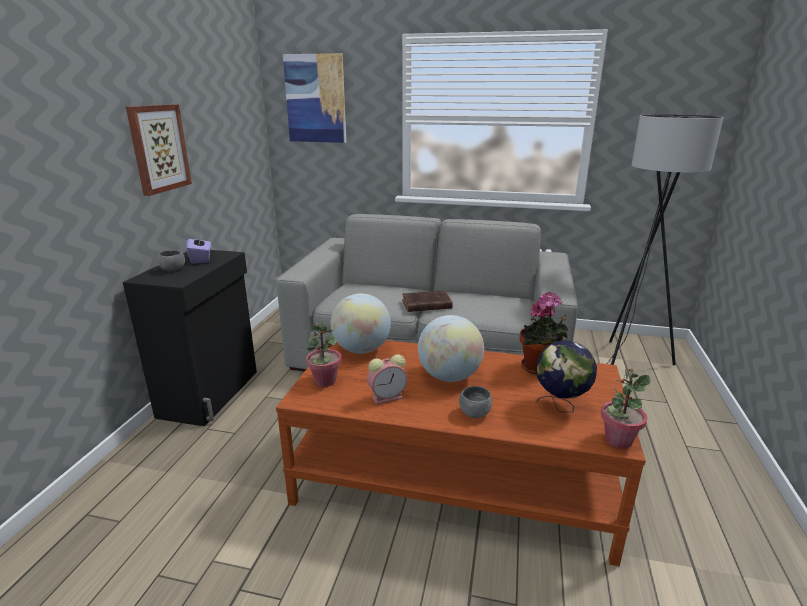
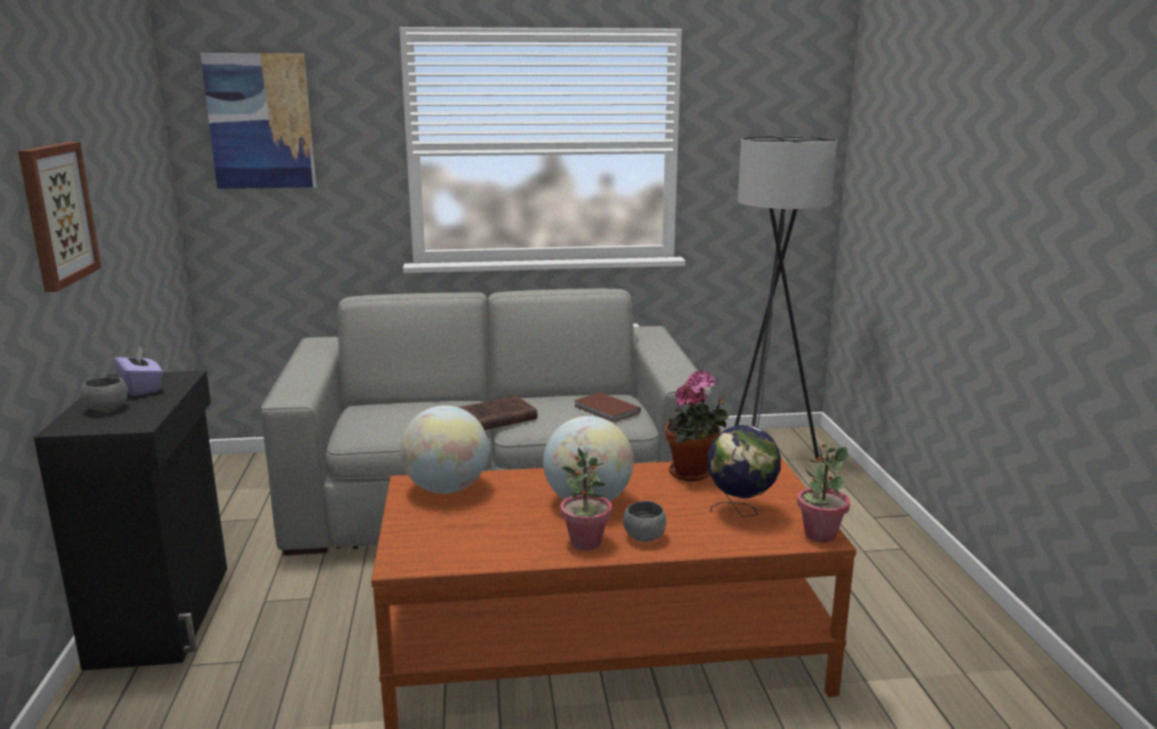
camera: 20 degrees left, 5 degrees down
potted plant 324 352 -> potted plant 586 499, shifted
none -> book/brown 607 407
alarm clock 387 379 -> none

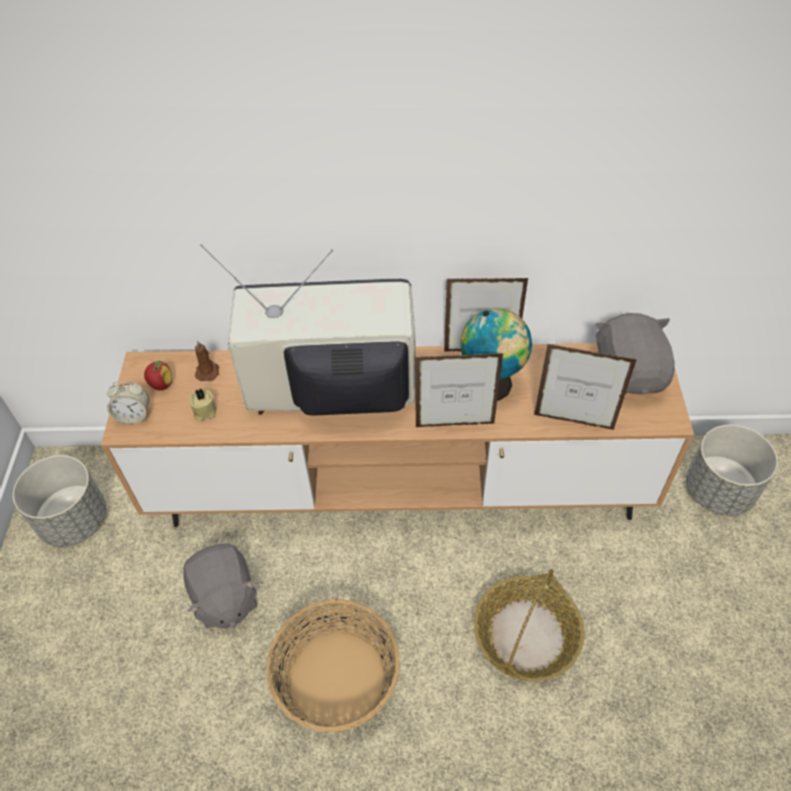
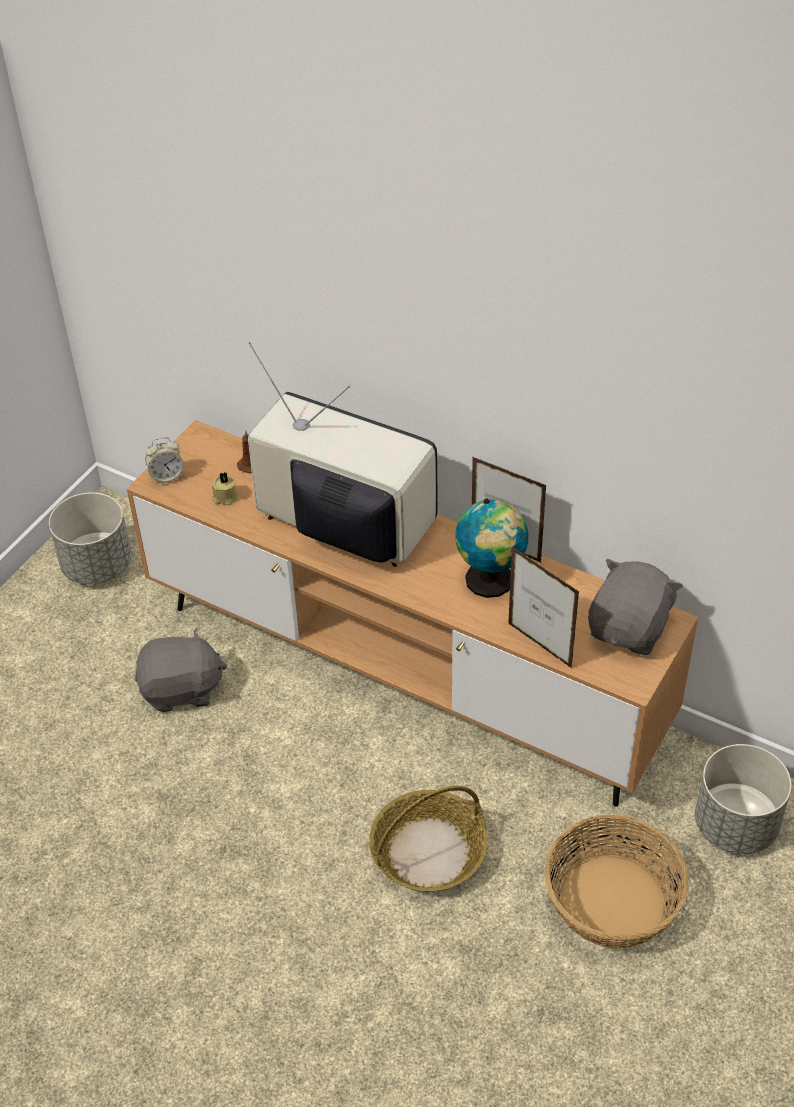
camera: 30 degrees right, 5 degrees down
plush toy/grey 220 586 -> plush toy/grey 181 670, 105 degrees counterclockwise
alarm clock 128 402 -> alarm clock 164 460, 45 degrees counterclockwise
basket 333 666 -> basket 616 881, shifted
apple 158 376 -> none
picture frame 459 390 -> none

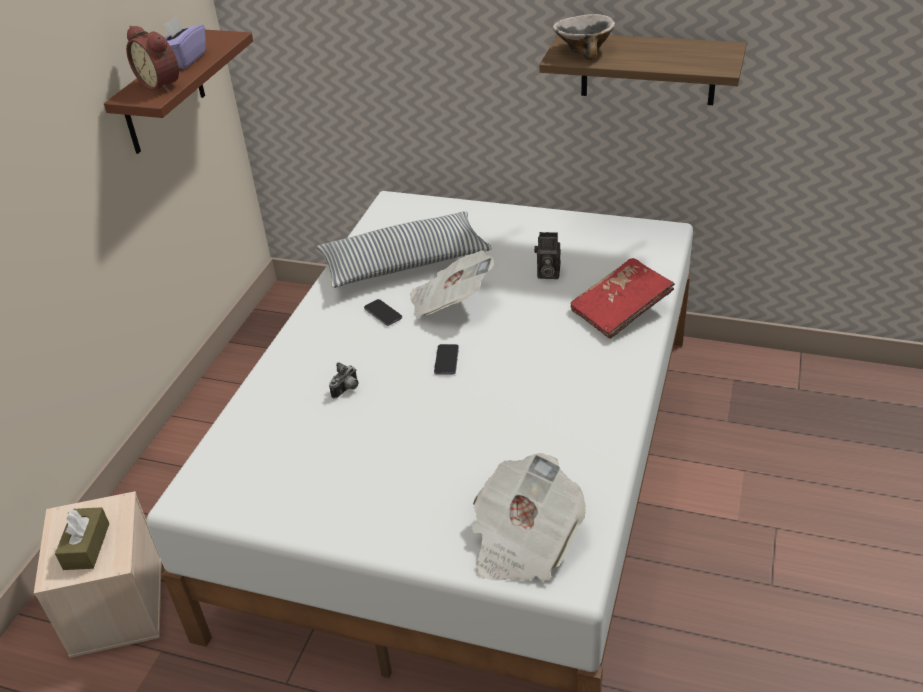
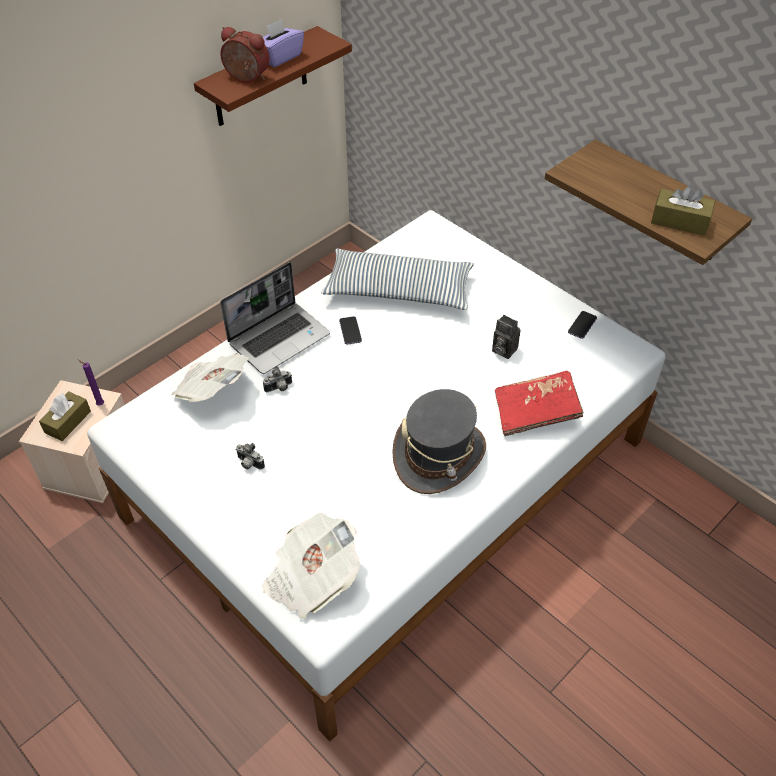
camera: 25 degrees right, 10 degrees up
none -> candle/purple 90 382
newspaper 452 284 -> newspaper 210 377, shifted
alarm clock 152 58 -> alarm clock 245 55, 135 degrees clockwise
none -> laptop 275 318
none -> photo camera 250 456
none -> hat/grey 439 441
phone 446 359 -> phone 582 325, shifted
none -> tissue box/brown 683 210
bowl 584 37 -> none

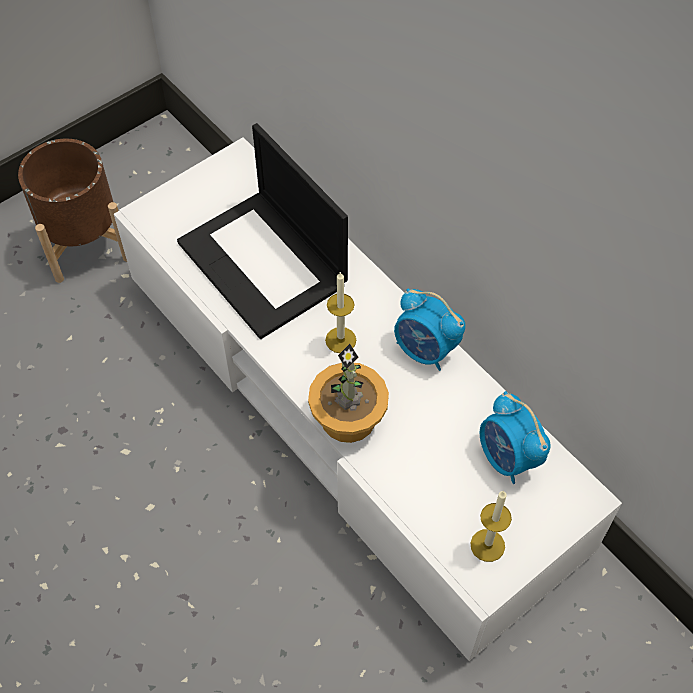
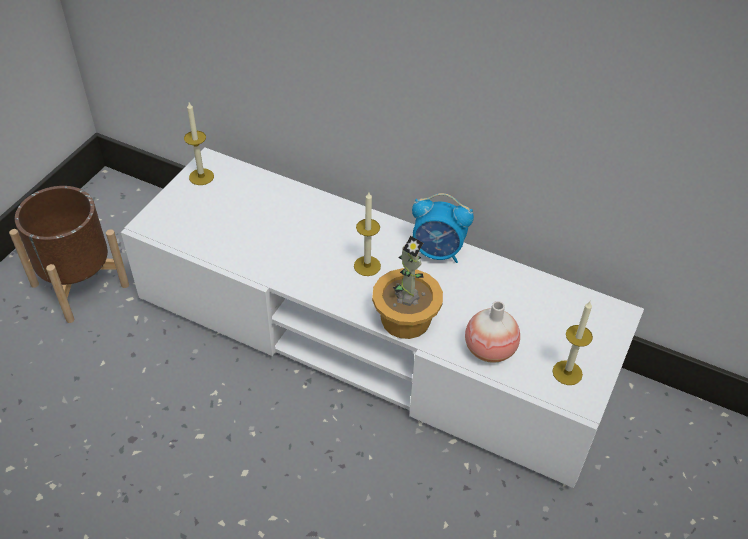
camera: 25 degrees left, 10 degrees down
none -> candle 199 144
none -> vase 492 332
laptop 262 231 -> none
alarm clock 515 437 -> none

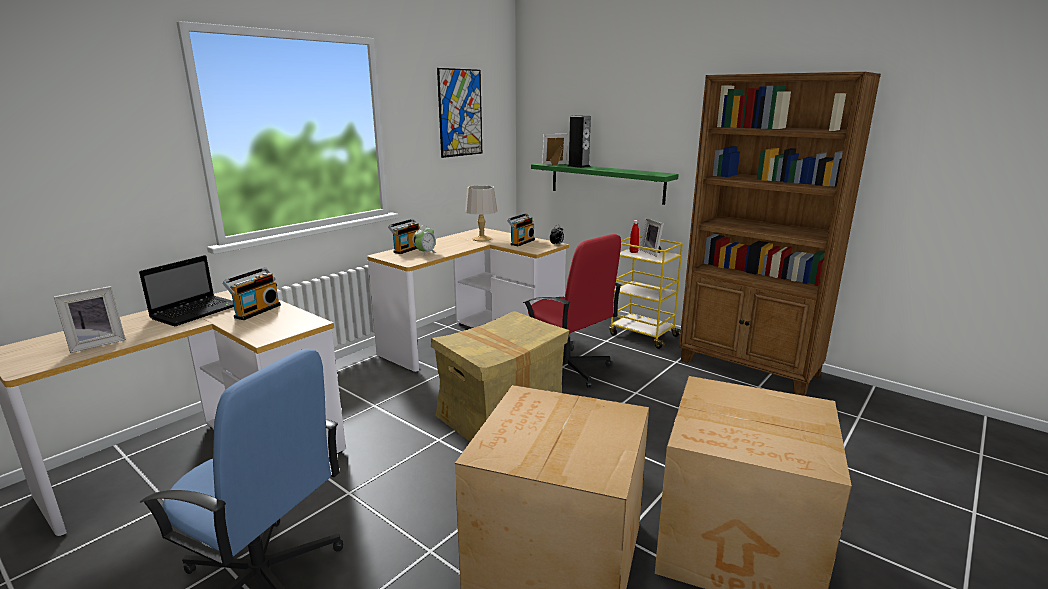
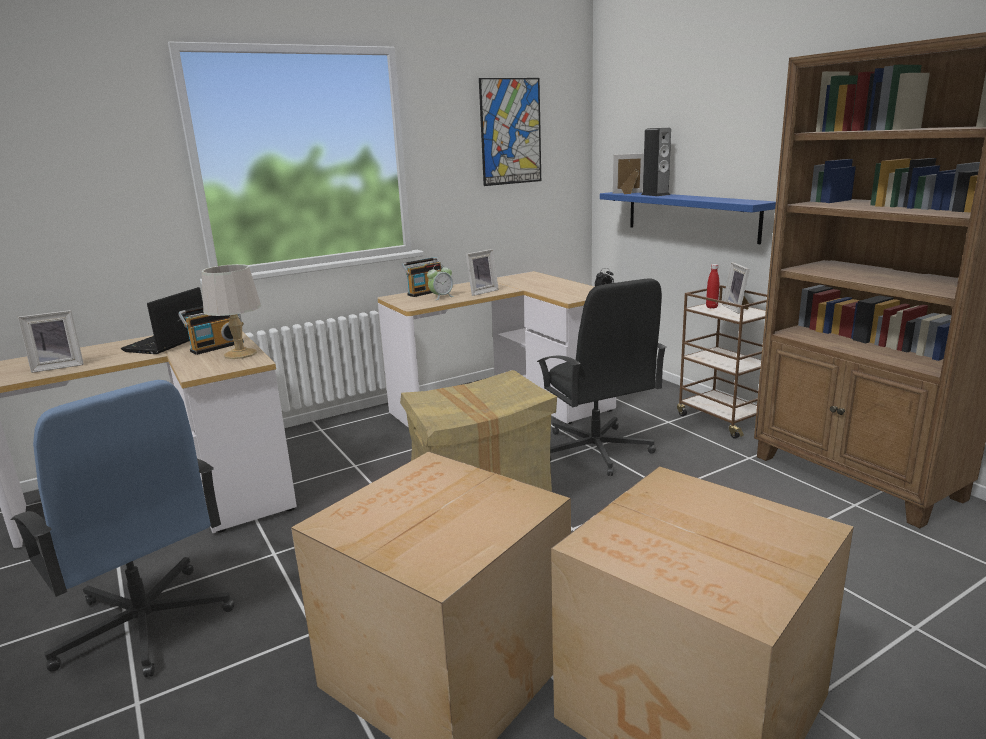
camera: 20 degrees right, 0 degrees up
laptop 186 290 -> laptop 162 320, 150 degrees clockwise
table lamp/grey 481 213 -> table lamp/grey 231 311, shifted
none -> picture frame 482 272
office chair/red 572 311 -> office chair/black 602 377
shelf/green 605 184 -> shelf/blue 688 218
cart/yellow 646 292 -> cart/brown 722 362
radio 521 229 -> none

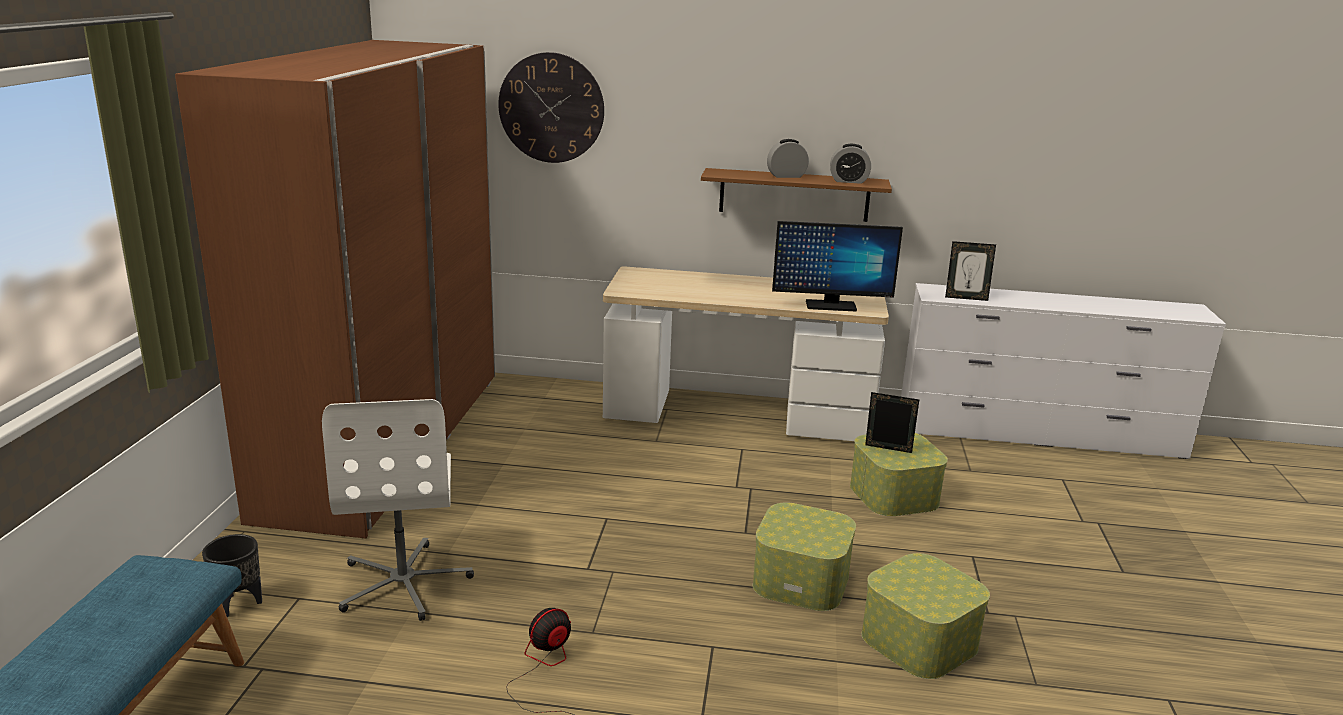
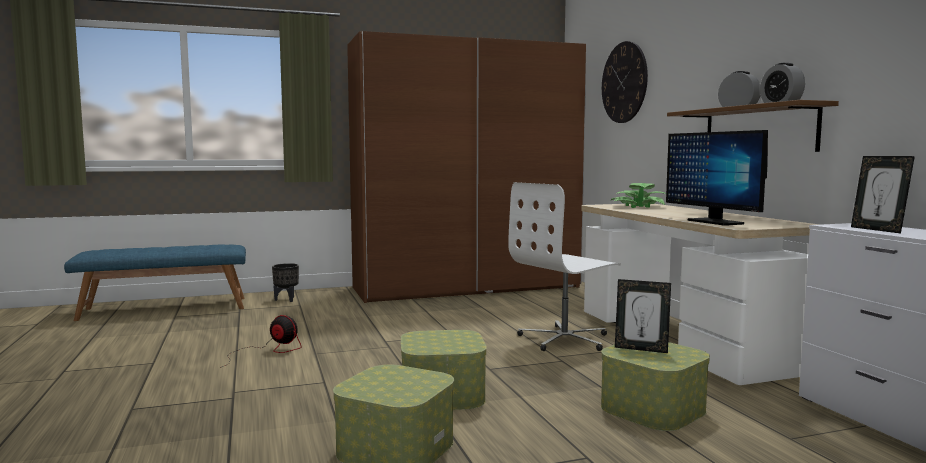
camera: 65 degrees right, 15 degrees down
office chair/white 398 510 -> office chair/white 564 266, shifted
none -> potted plant 638 195
picture frame 892 422 -> picture frame 643 316, 120 degrees clockwise

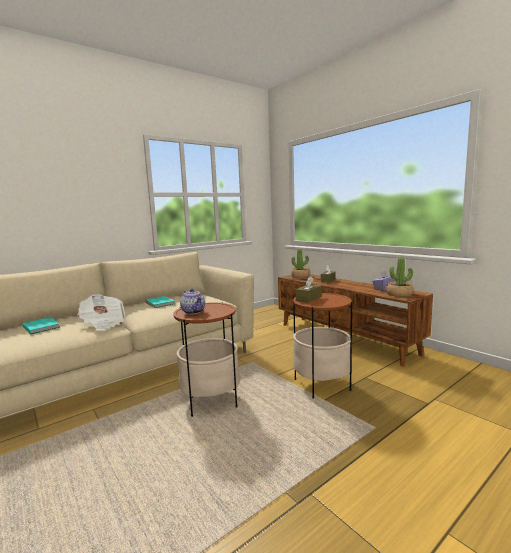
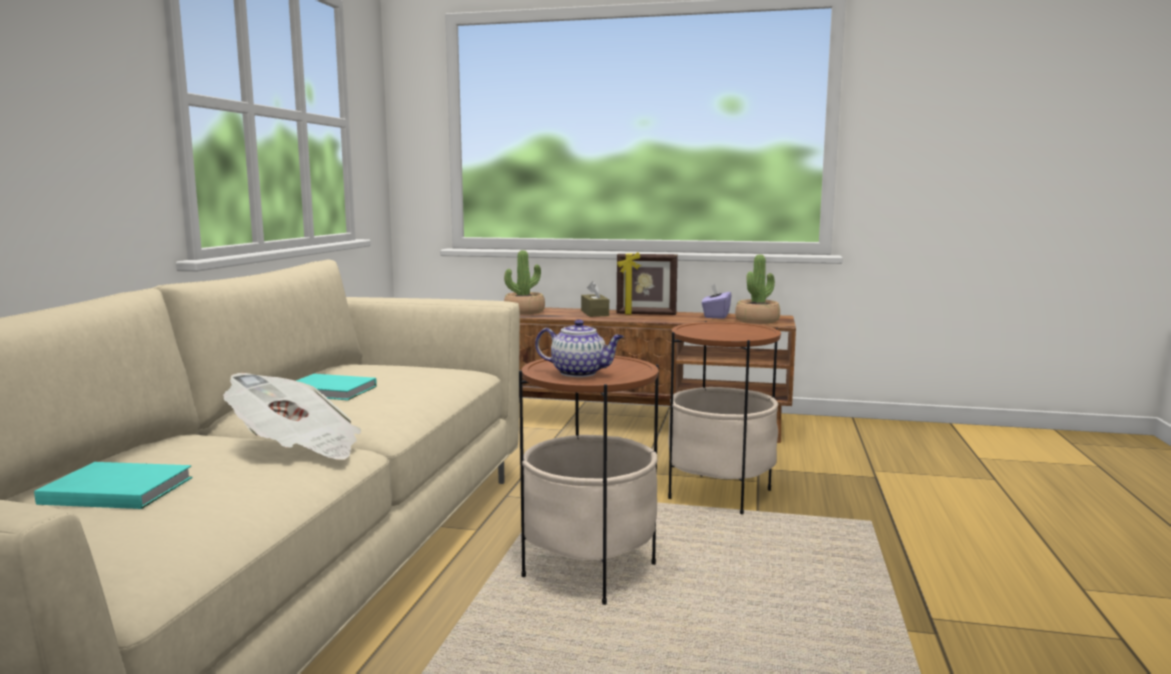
camera: 40 degrees left, 0 degrees up
none -> picture frame 647 283
tissue box/brown 309 289 -> none

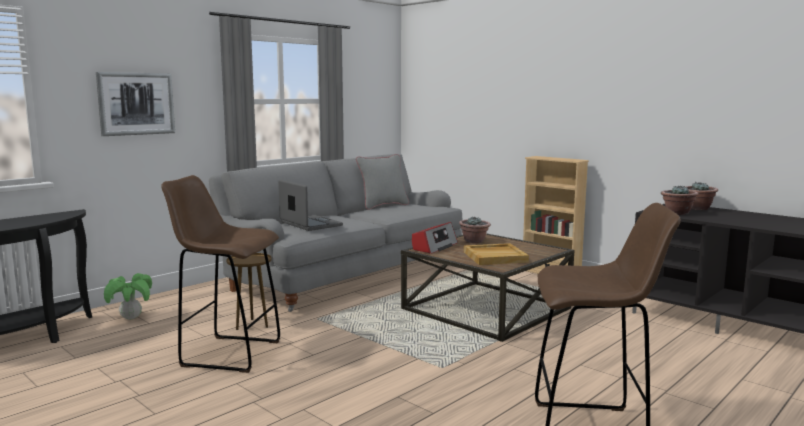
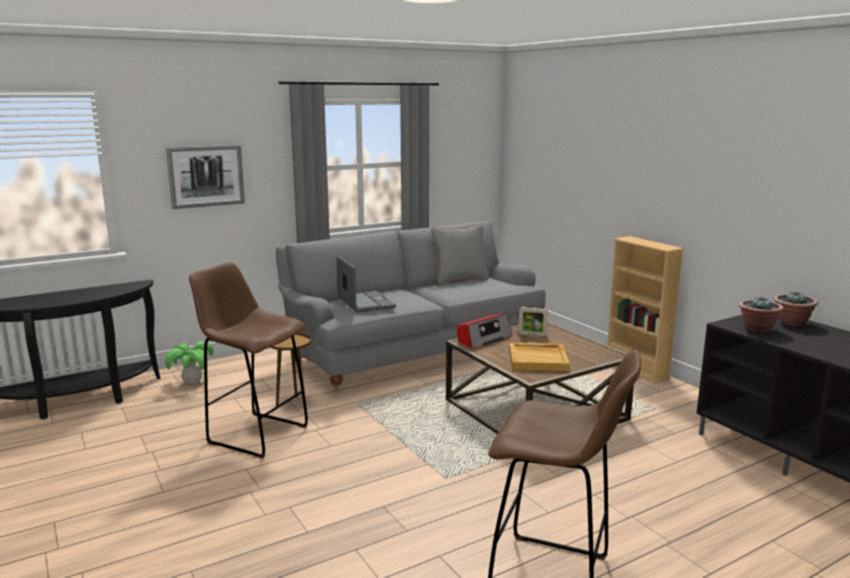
camera: 15 degrees right, 5 degrees up
potted plant 475 230 -> picture frame 533 321

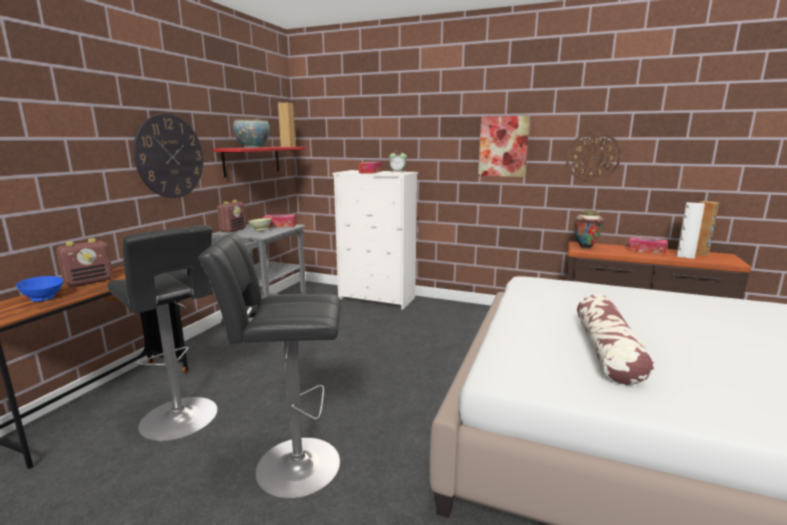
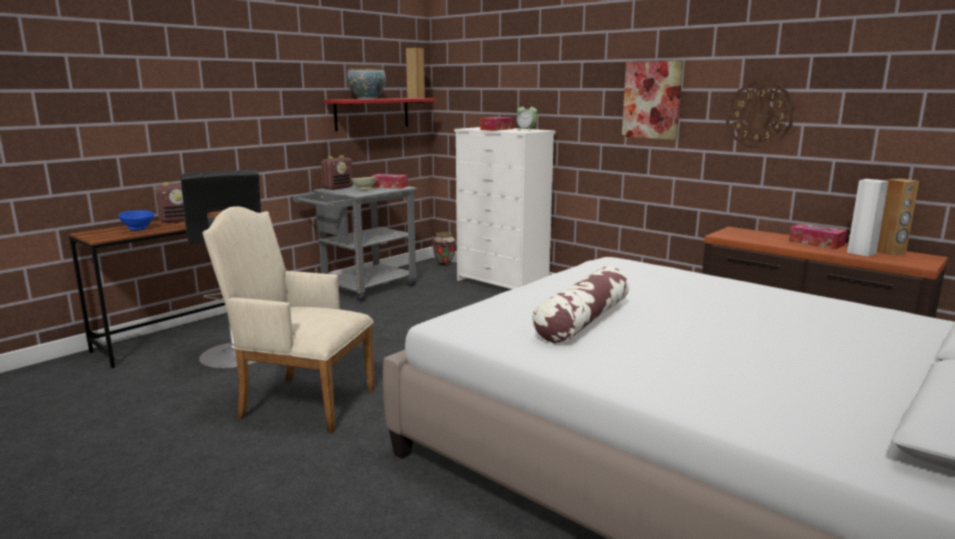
camera: 20 degrees right, 0 degrees up
stool/black 269 366 -> armchair/beige 289 319
vase 589 229 -> vase 444 249, shifted
wall clock 168 156 -> none

